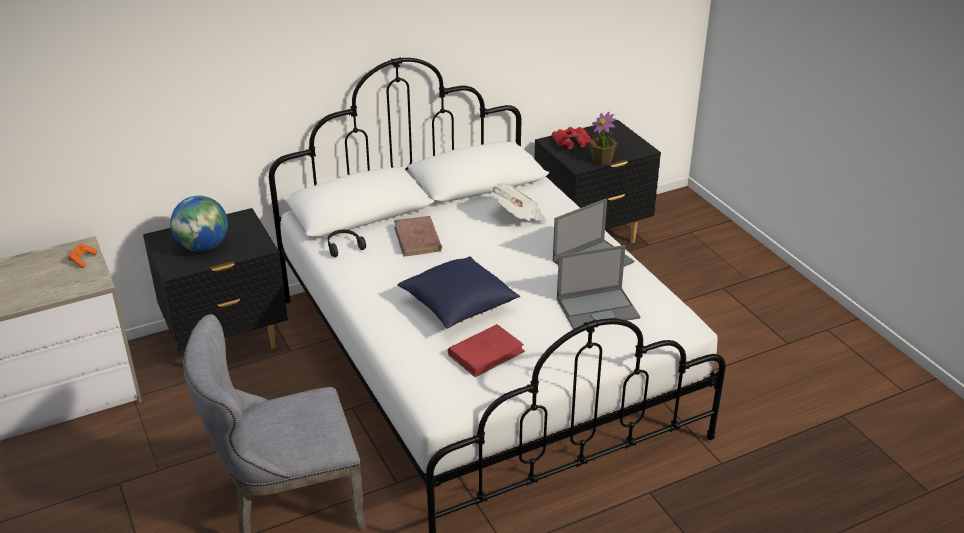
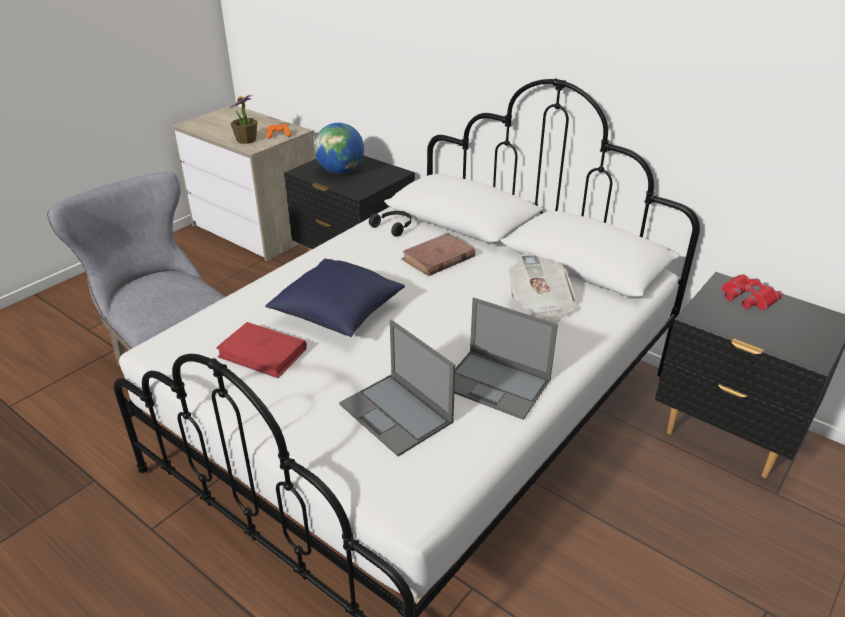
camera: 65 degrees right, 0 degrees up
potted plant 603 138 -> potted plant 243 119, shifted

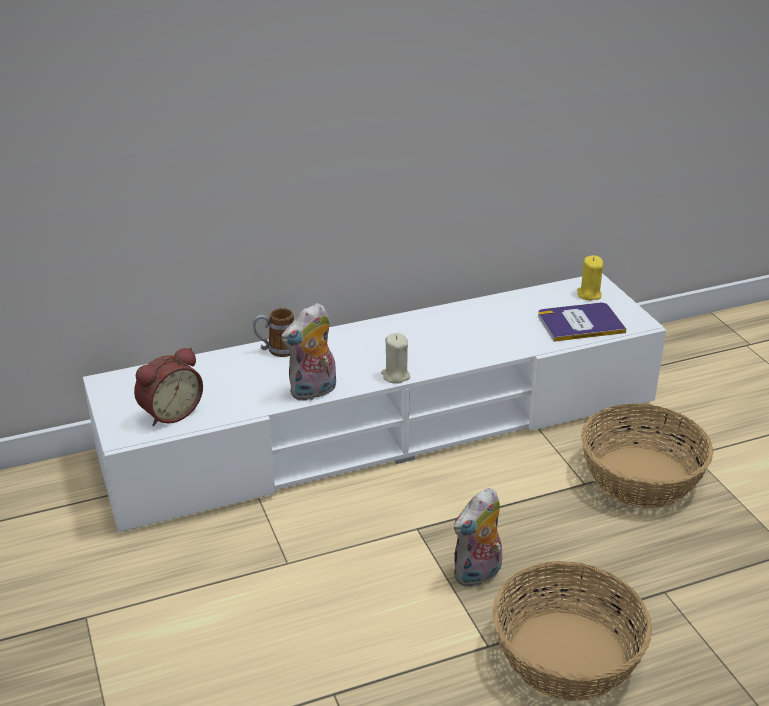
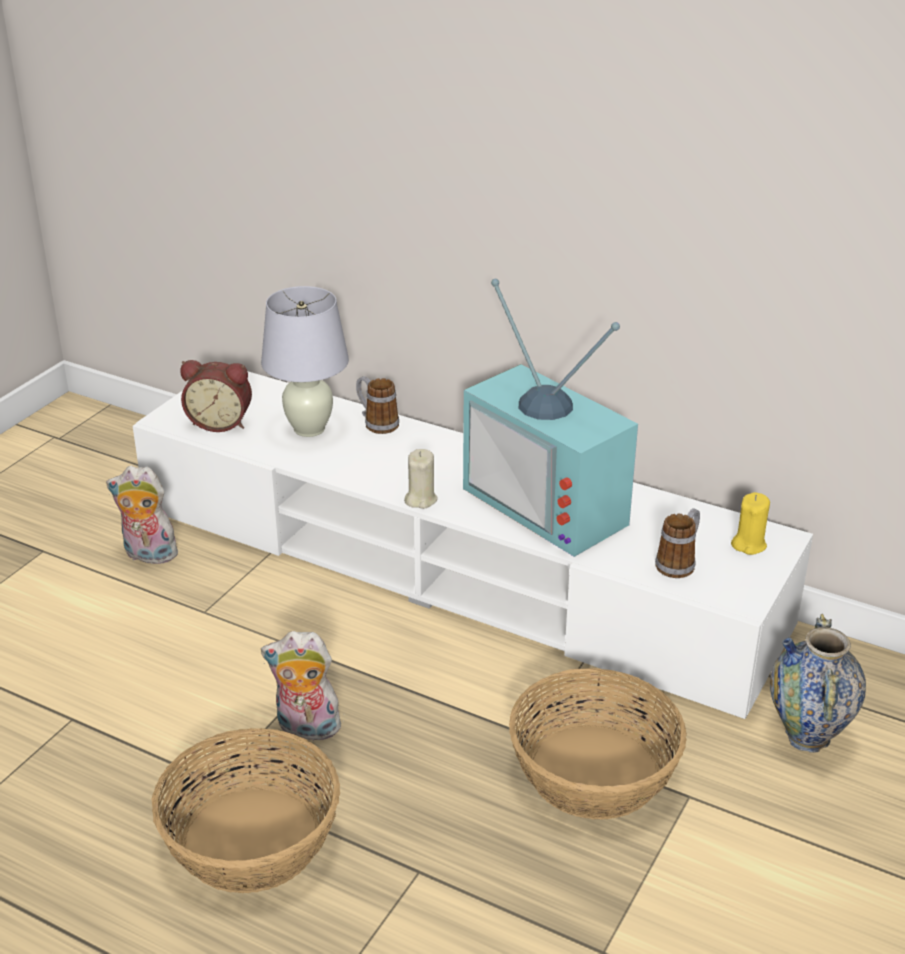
camera: 50 degrees right, 0 degrees up
plush toy 308 352 -> plush toy 145 515, shifted
none -> table lamp/white 305 361
none -> television 550 418
book 582 322 -> mug 677 543
none -> vase 818 683

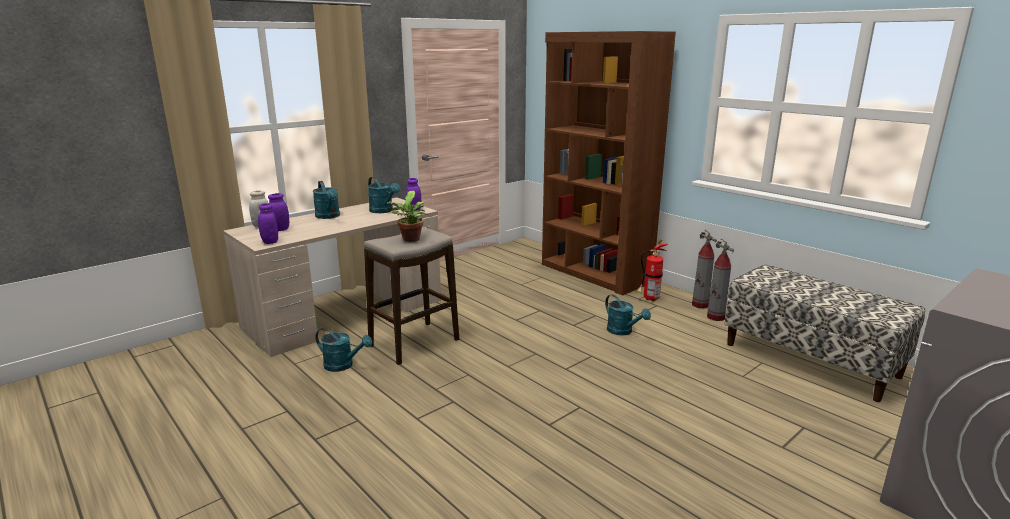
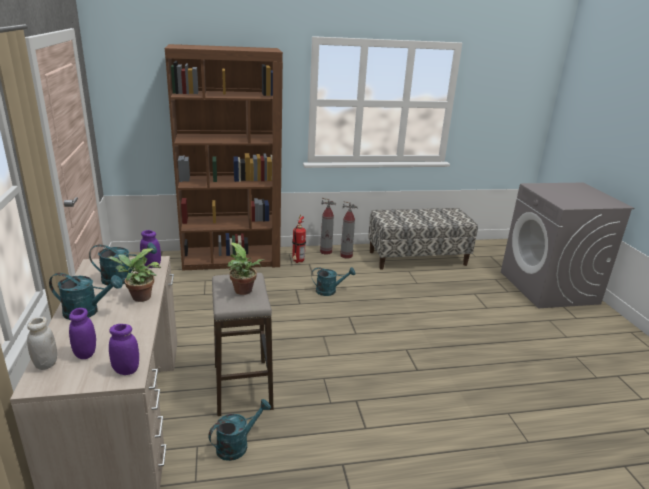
camera: 60 degrees left, 5 degrees up
none -> potted plant 134 275

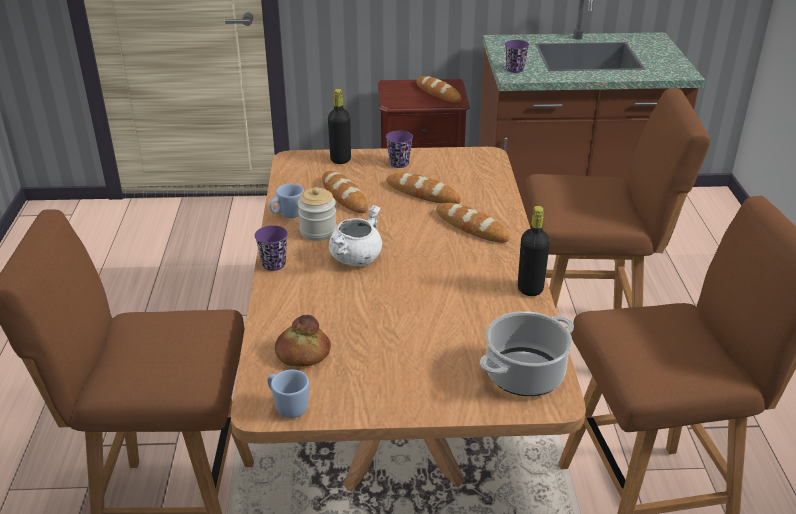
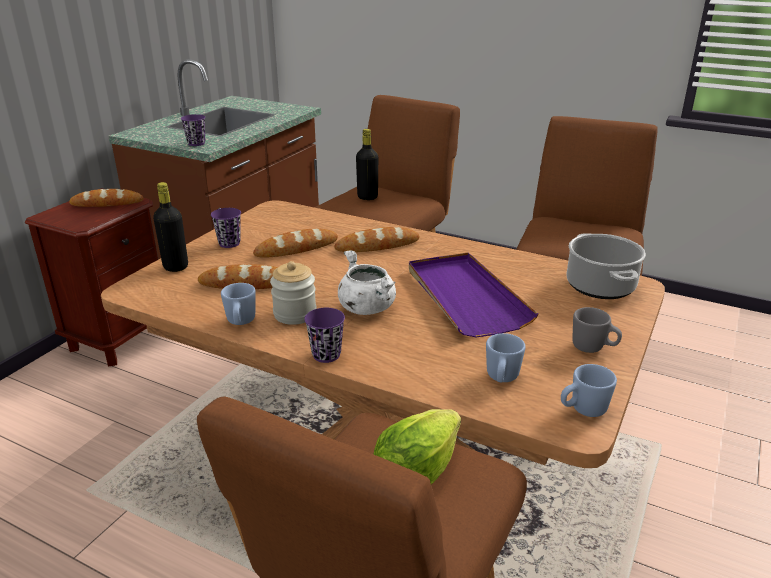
camera: 60 degrees left, 5 degrees down
bottle/black 534 251 -> bottle/black 367 164, shifted
none -> lettuce 417 446
none -> tray/purple 474 295
bread 303 341 -> mug/blue 505 357
none -> mug/grey 597 330

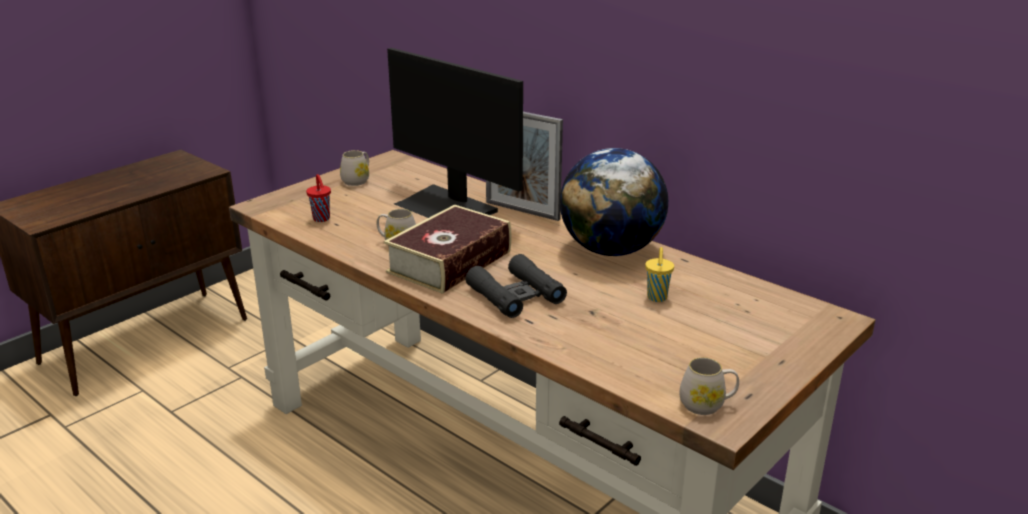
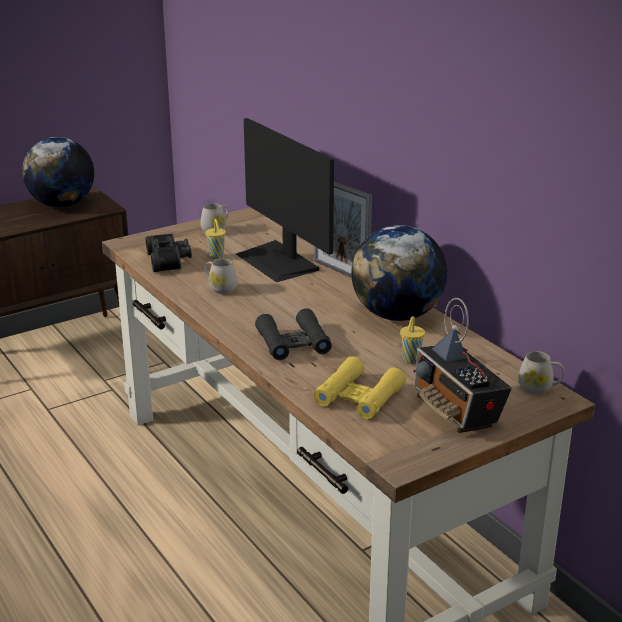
camera: 15 degrees right, 0 degrees up
none -> globe 58 172
cup/red 318 198 -> binoculars/black 169 252
none -> cup/yellow 215 239
none -> binoculars/yellow 360 387
none -> radio 462 365
mug/white 709 386 -> mug/white 541 372, shifted
book 448 249 -> none

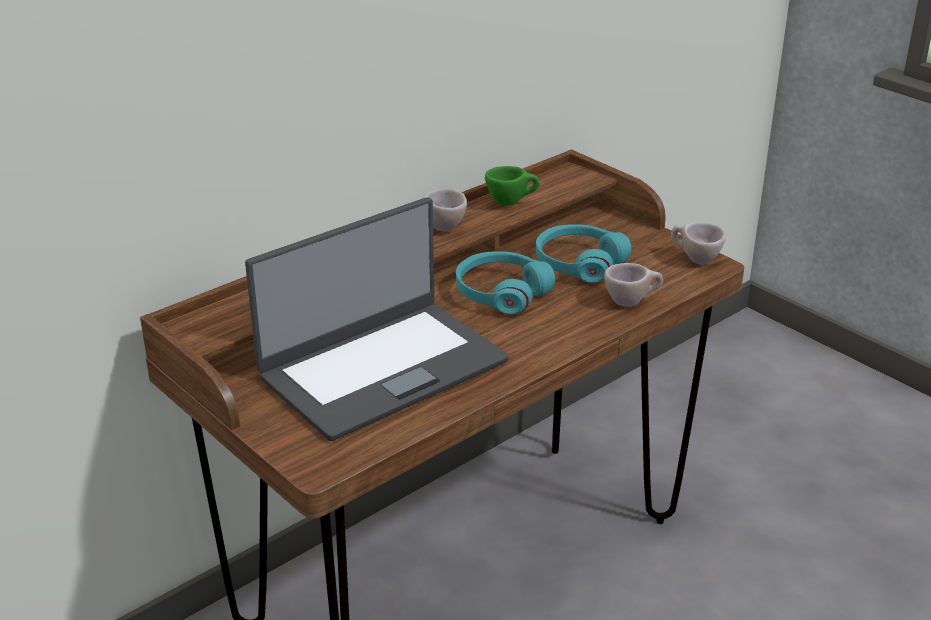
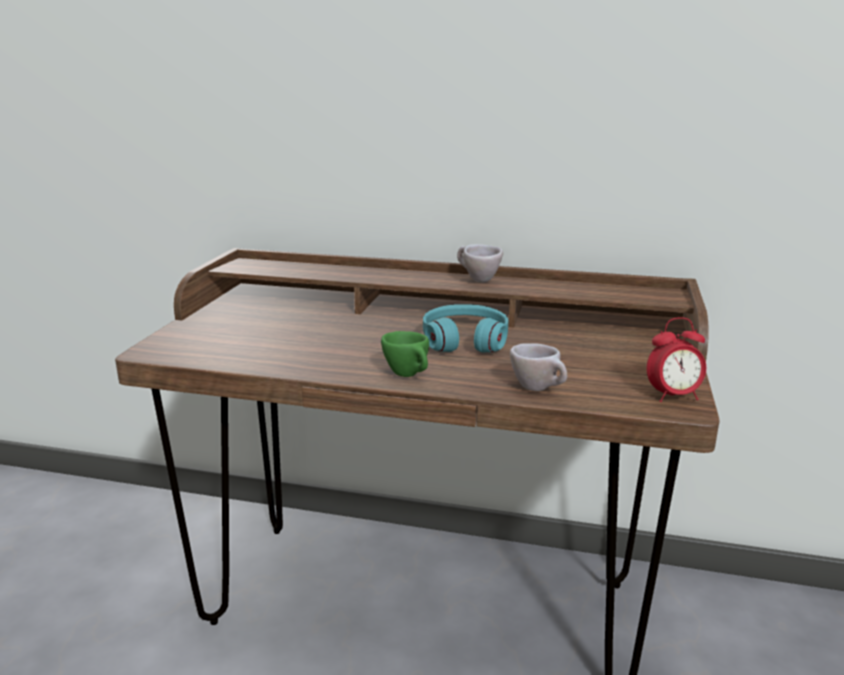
camera: 55 degrees right, 10 degrees down
cup/green 512 186 -> cup/green 405 354, shifted
cup/beige 698 243 -> alarm clock 676 359
laptop 377 319 -> none
headphones/turquoise 583 253 -> none

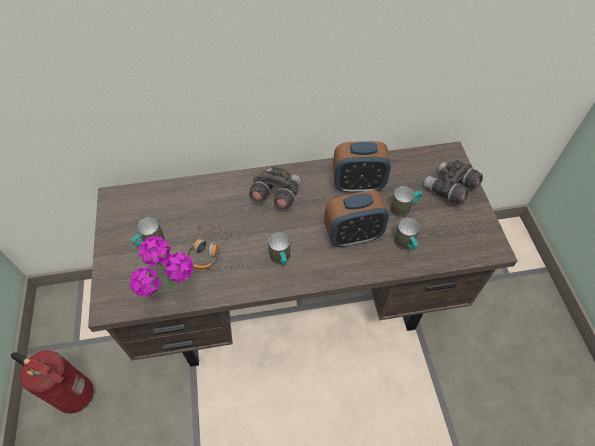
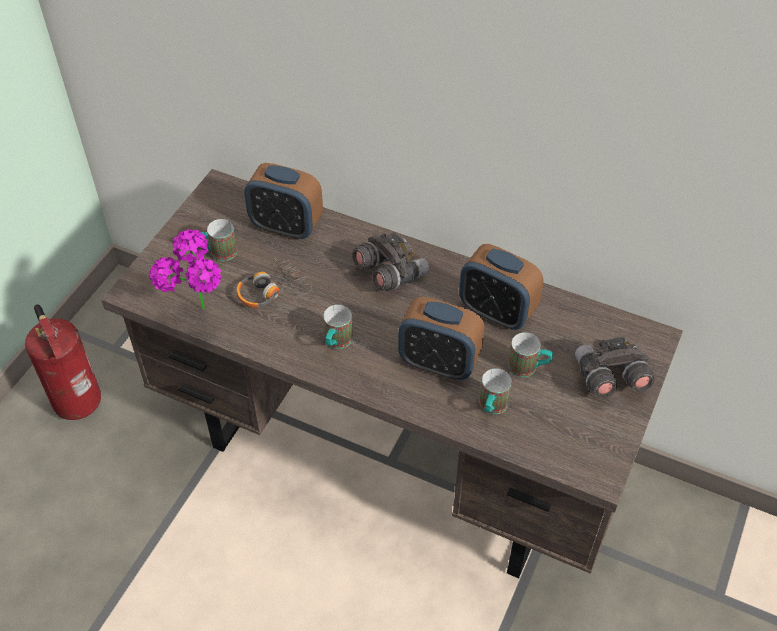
camera: 35 degrees right, 5 degrees down
none -> alarm clock 283 201

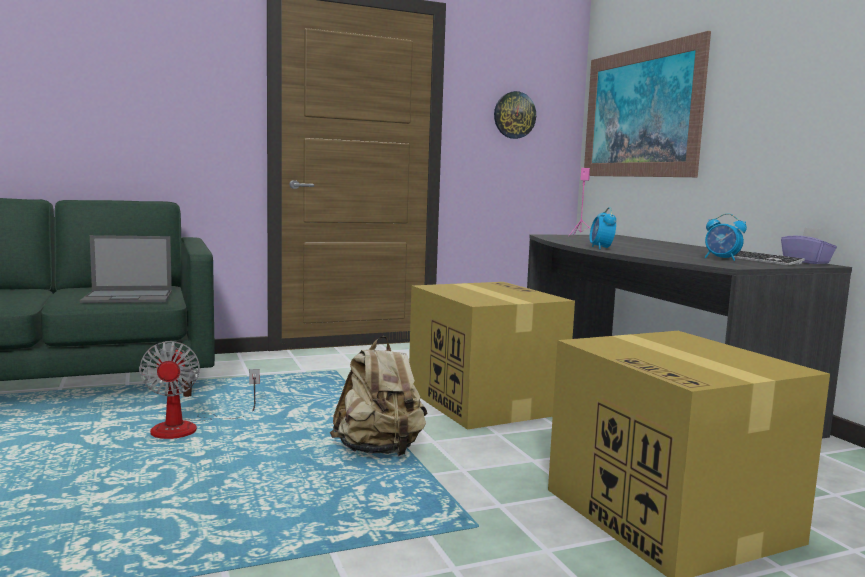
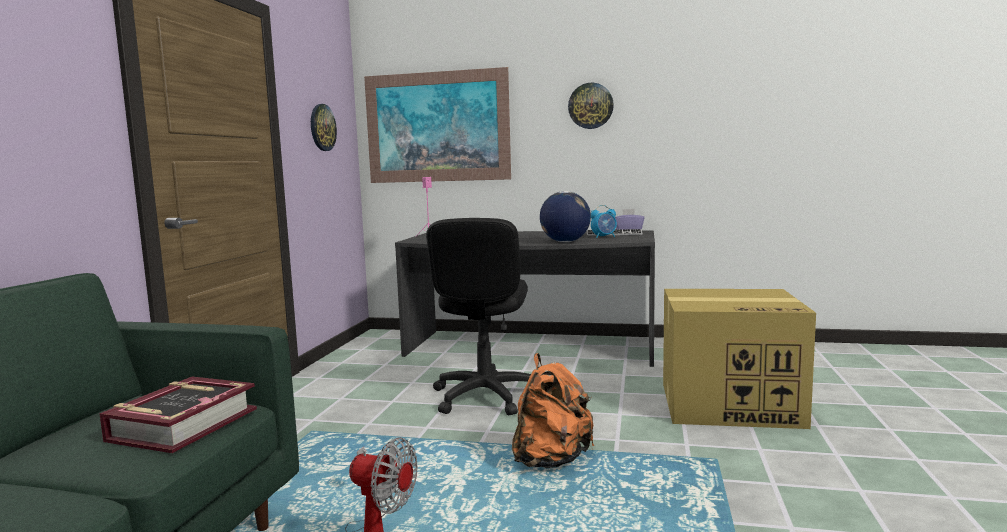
camera: 55 degrees left, 0 degrees up
laptop 126 269 -> book 178 415
cardboard box 492 356 -> office chair/black 478 316
backpack/beige 378 396 -> backpack/orange 553 410
none -> globe 565 216
none -> wall clock 591 106
alarm clock 602 228 -> none

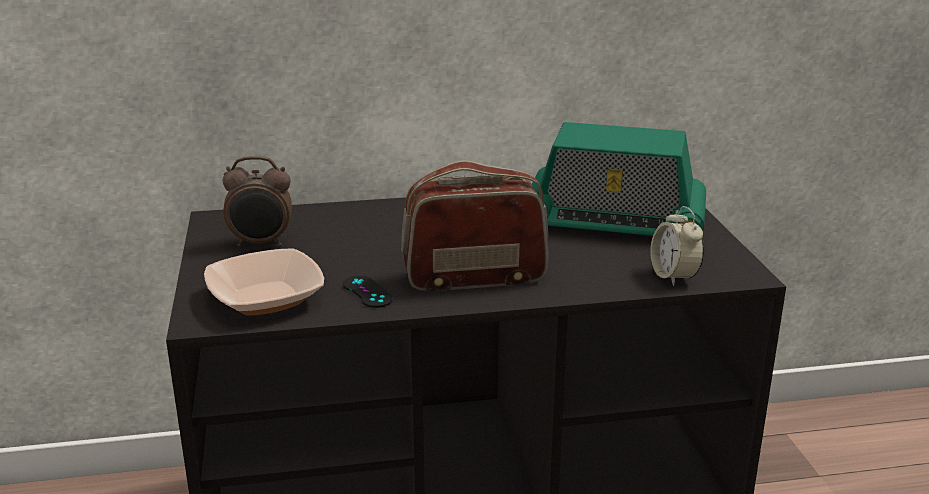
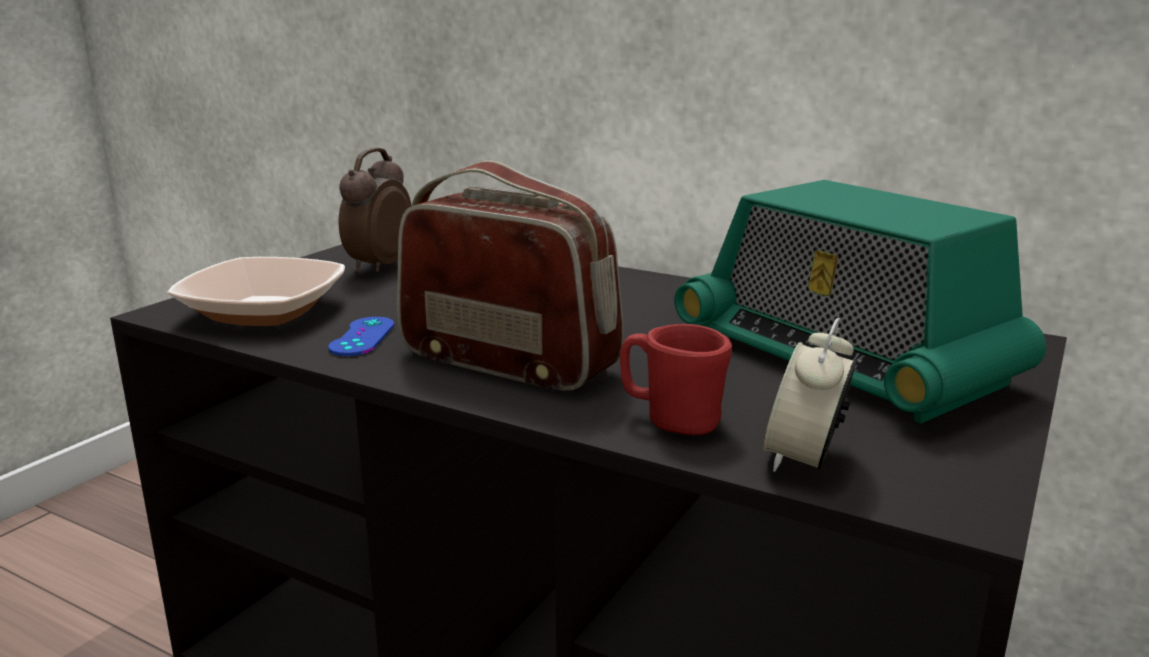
camera: 40 degrees right, 5 degrees down
game controller/black 368 292 -> game controller/blue 361 336
alarm clock 257 201 -> alarm clock 375 210, 75 degrees clockwise
none -> mug/red 676 379

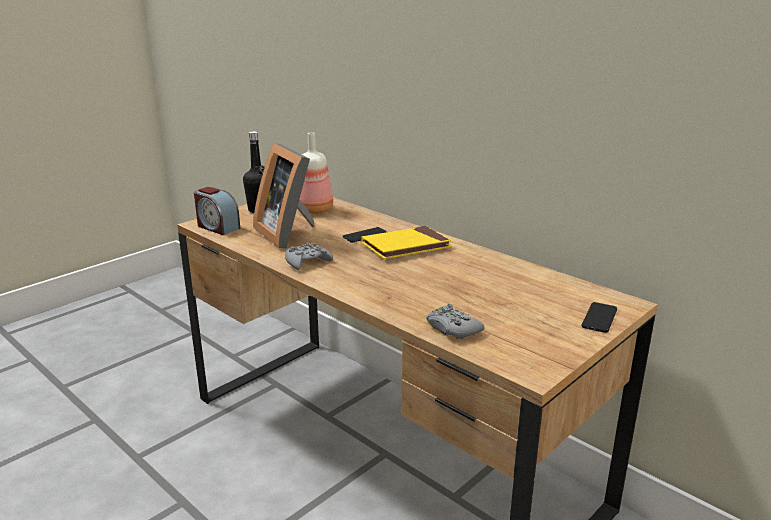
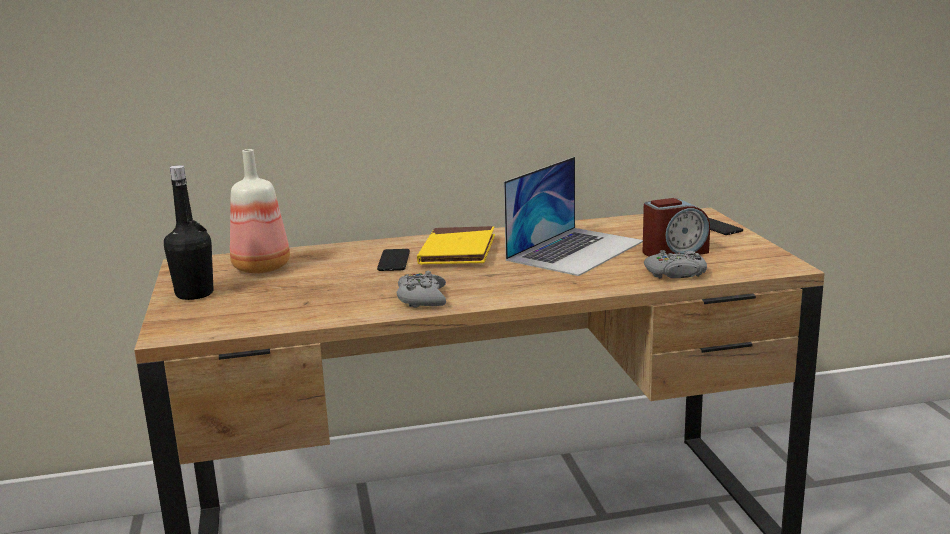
camera: 55 degrees left, 5 degrees down
none -> laptop 573 216
alarm clock 217 211 -> alarm clock 676 227, shifted
picture frame 283 196 -> none

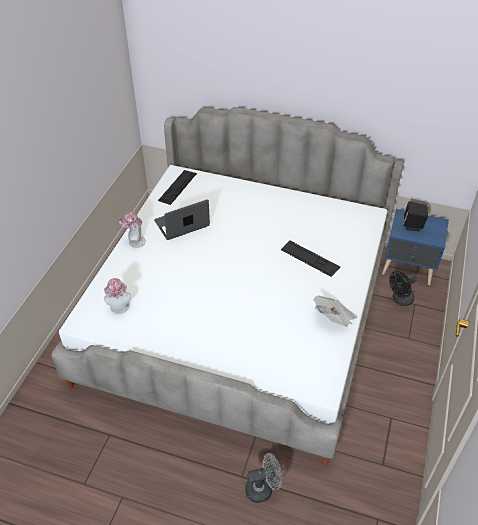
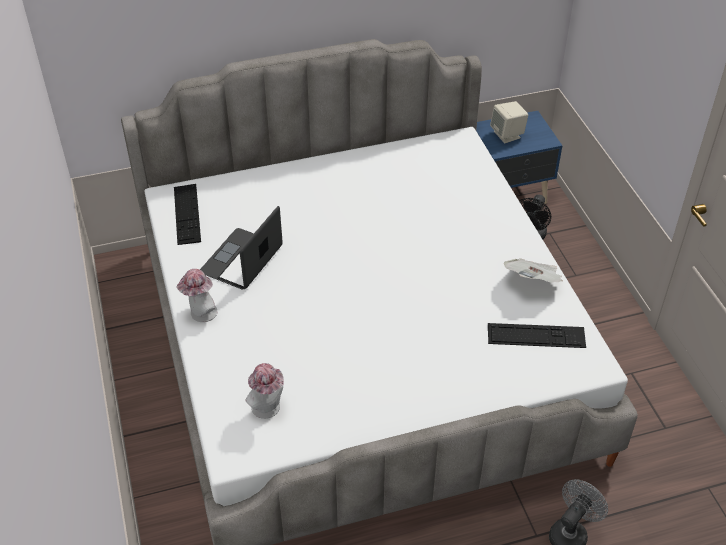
camera: 35 degrees left, 0 degrees up
keyboard 310 259 -> keyboard 537 335, shifted
speaker/black 416 216 -> speaker/beige 509 122

